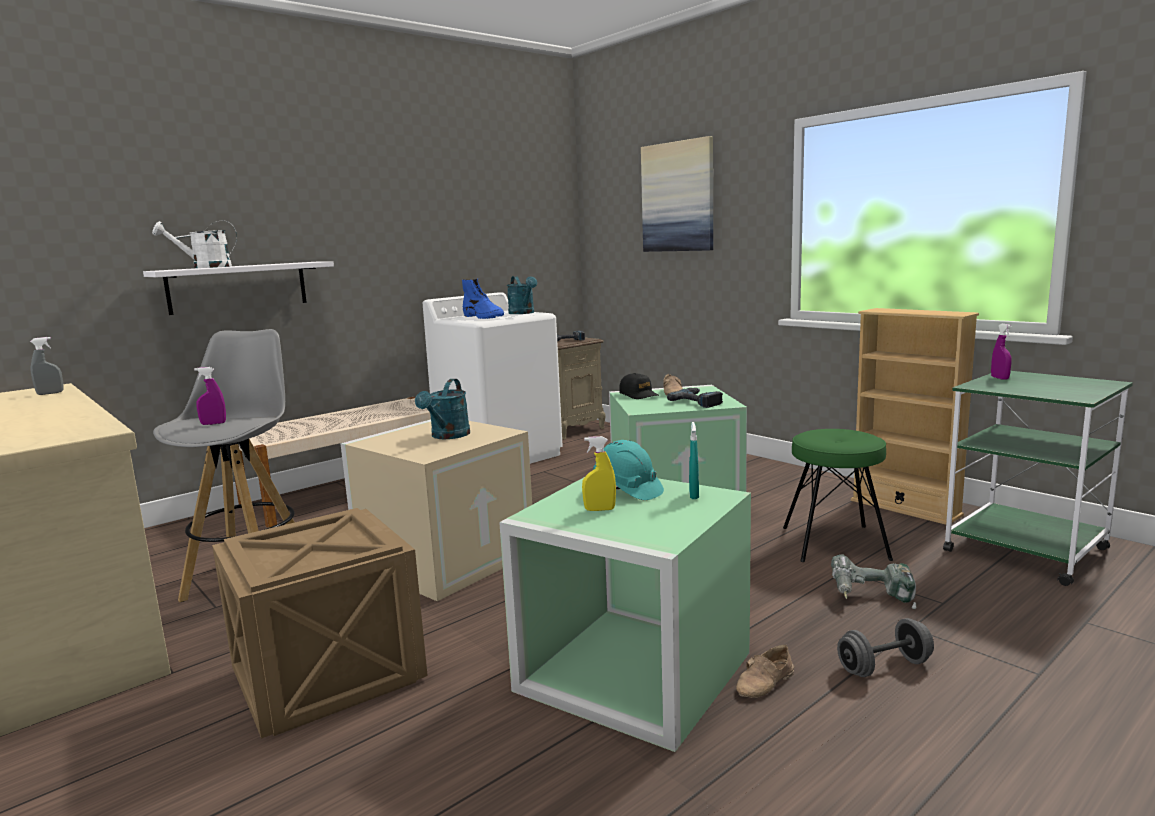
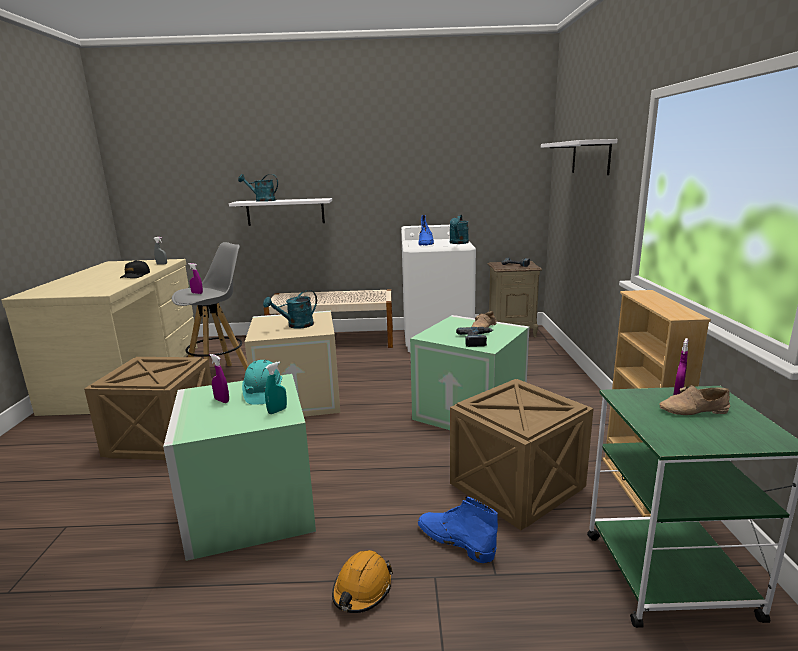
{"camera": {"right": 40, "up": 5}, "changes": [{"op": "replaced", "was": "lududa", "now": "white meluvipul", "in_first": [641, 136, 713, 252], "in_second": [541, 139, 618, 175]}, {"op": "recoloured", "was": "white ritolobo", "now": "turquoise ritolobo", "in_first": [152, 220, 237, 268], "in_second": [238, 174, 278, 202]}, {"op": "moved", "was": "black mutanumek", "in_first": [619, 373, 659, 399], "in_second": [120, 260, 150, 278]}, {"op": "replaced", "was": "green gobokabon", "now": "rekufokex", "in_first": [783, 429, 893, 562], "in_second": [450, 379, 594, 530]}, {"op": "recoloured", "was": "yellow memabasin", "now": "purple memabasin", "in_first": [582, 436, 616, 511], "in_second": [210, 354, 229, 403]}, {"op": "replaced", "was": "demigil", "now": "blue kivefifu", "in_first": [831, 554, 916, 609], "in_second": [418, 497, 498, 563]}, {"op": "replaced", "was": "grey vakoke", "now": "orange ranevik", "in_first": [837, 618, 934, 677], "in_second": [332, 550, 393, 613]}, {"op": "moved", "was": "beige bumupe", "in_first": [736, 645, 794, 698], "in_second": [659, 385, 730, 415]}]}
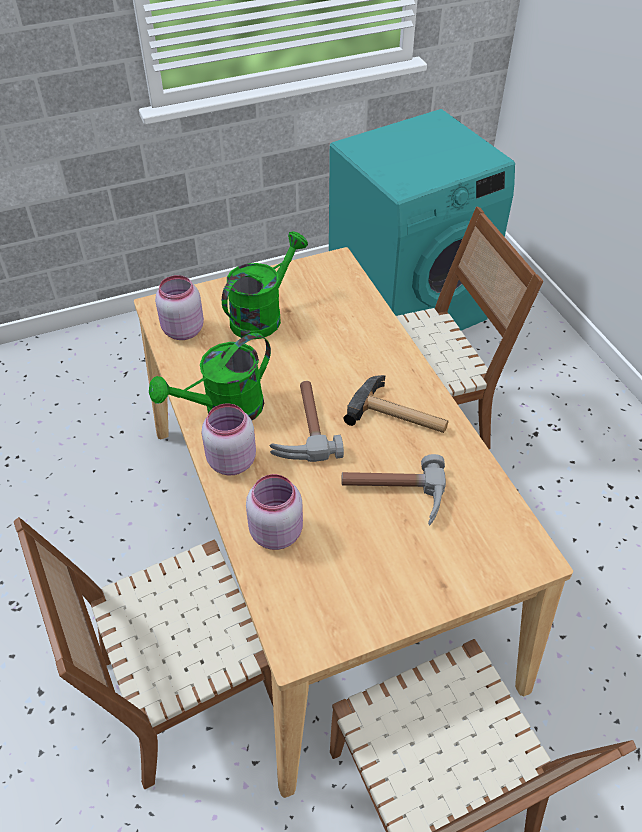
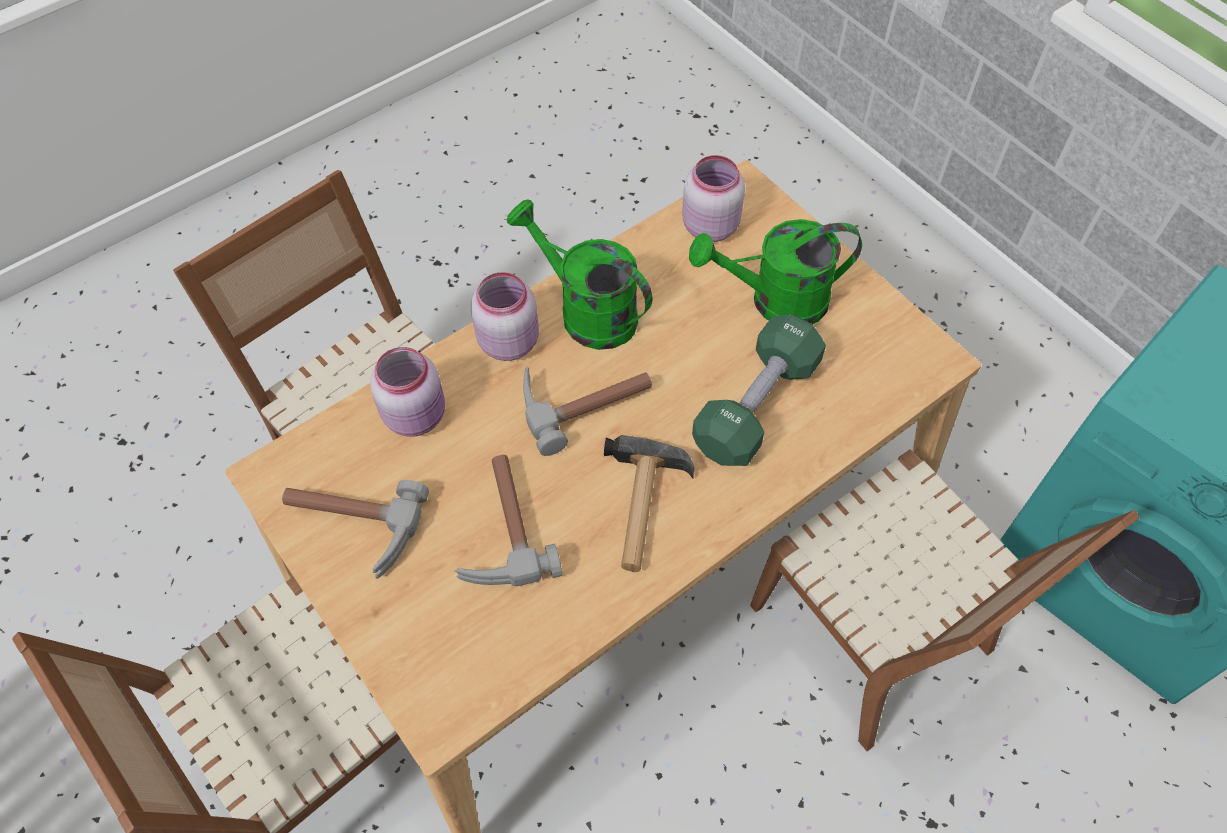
{"camera": {"right": 75, "up": 10}, "changes": [{"op": "turned", "was": "green ritolobo", "in_first": [222, 231, 308, 339], "in_second": [689, 219, 862, 324], "clockwise": 150}, {"op": "added", "now": "green vakoke", "in_second": [692, 314, 826, 466]}, {"op": "added", "now": "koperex", "in_second": [282, 480, 429, 578]}]}
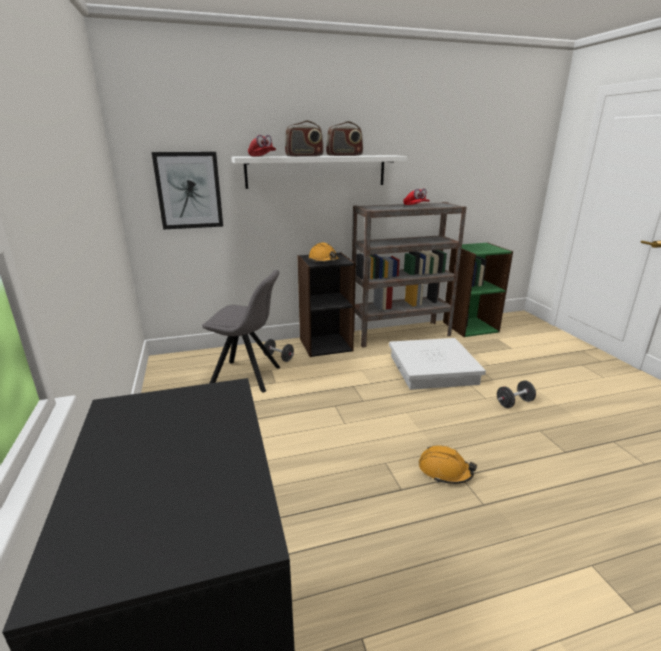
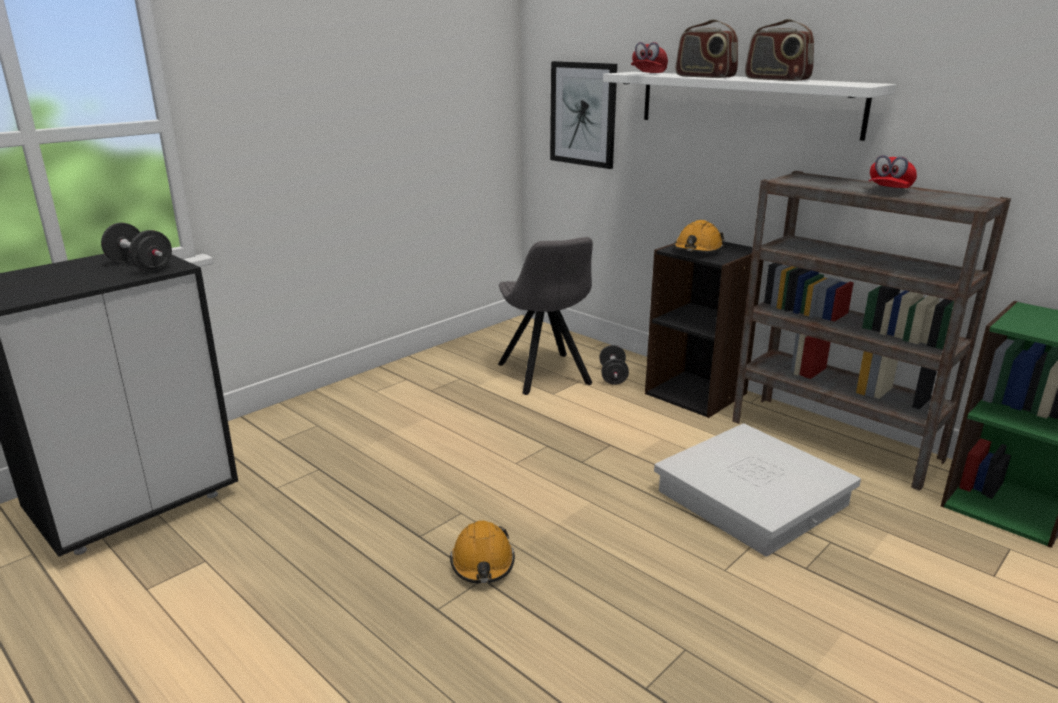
{"camera": {"right": 60, "up": 0}, "changes": [{"op": "moved", "was": "black vakoke", "in_first": [497, 381, 536, 408], "in_second": [101, 223, 172, 272]}]}
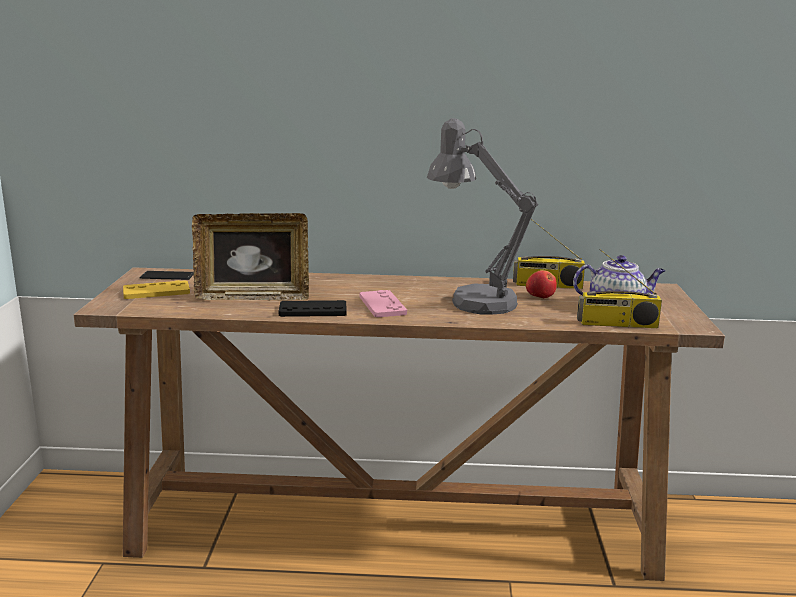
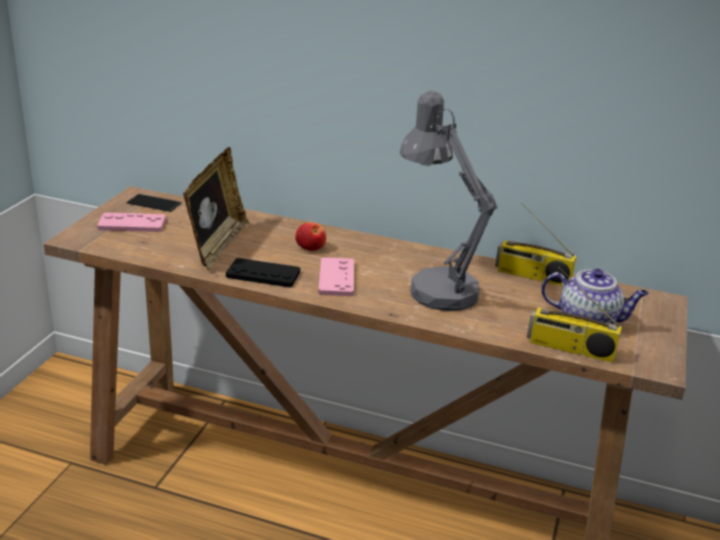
{"camera": {"right": 15, "up": 10}, "changes": [{"op": "turned", "was": "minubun", "in_first": [192, 213, 309, 301], "in_second": [183, 147, 249, 270], "clockwise": -90}, {"op": "moved", "was": "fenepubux", "in_first": [526, 270, 557, 298], "in_second": [295, 222, 326, 251]}, {"op": "recoloured", "was": "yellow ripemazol", "now": "pink ripemazol", "in_first": [123, 280, 190, 299], "in_second": [97, 212, 166, 232]}]}
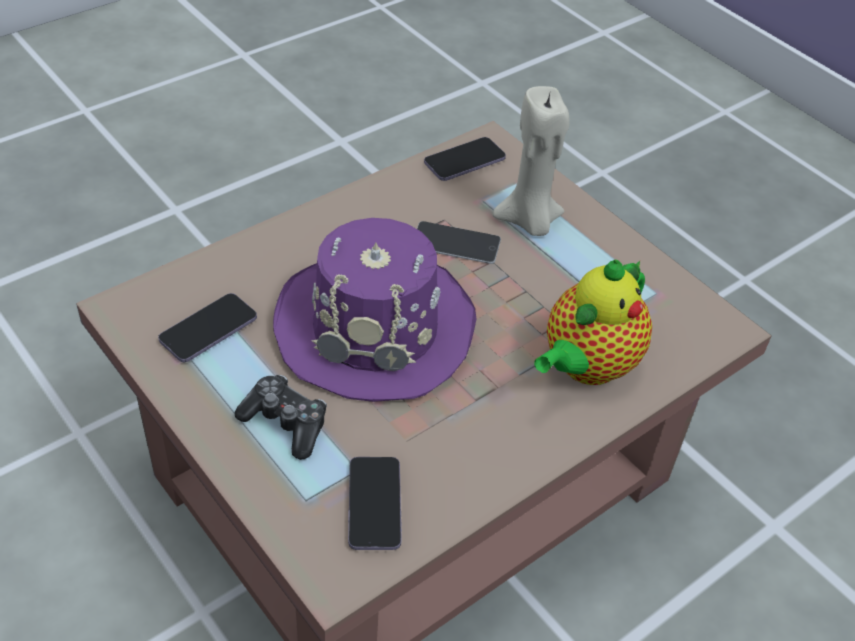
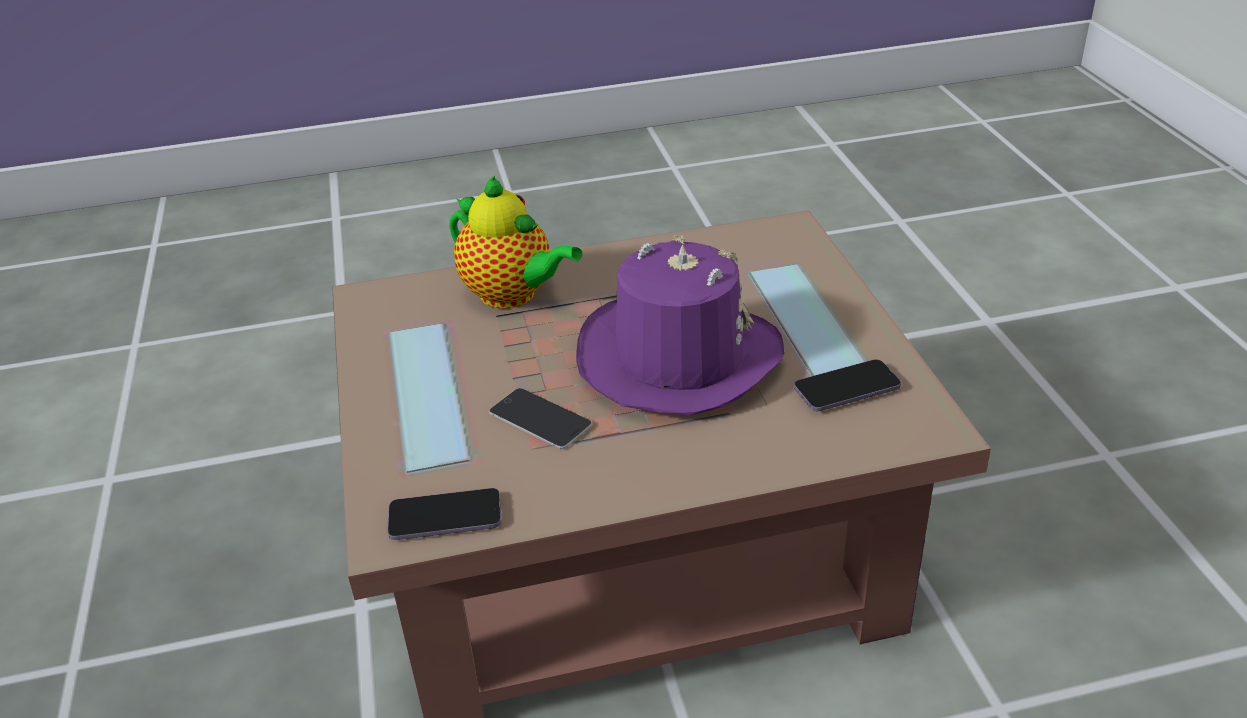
{"camera": {"right": -150, "up": -10}, "changes": [{"op": "removed", "was": "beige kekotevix", "in_first": [493, 86, 570, 236]}, {"op": "turned", "was": "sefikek", "in_first": [534, 260, 652, 385], "in_second": [449, 176, 582, 309], "clockwise": 60}, {"op": "removed", "was": "ripemazol", "in_first": [235, 375, 327, 460]}, {"op": "removed", "was": "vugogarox", "in_first": [348, 457, 402, 550]}]}
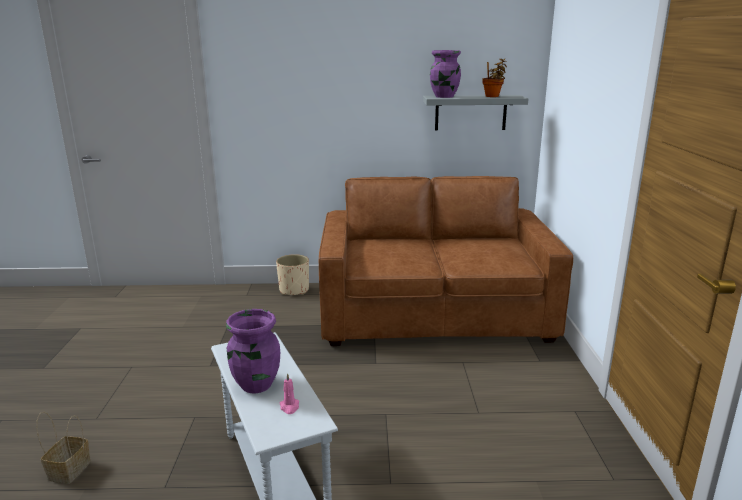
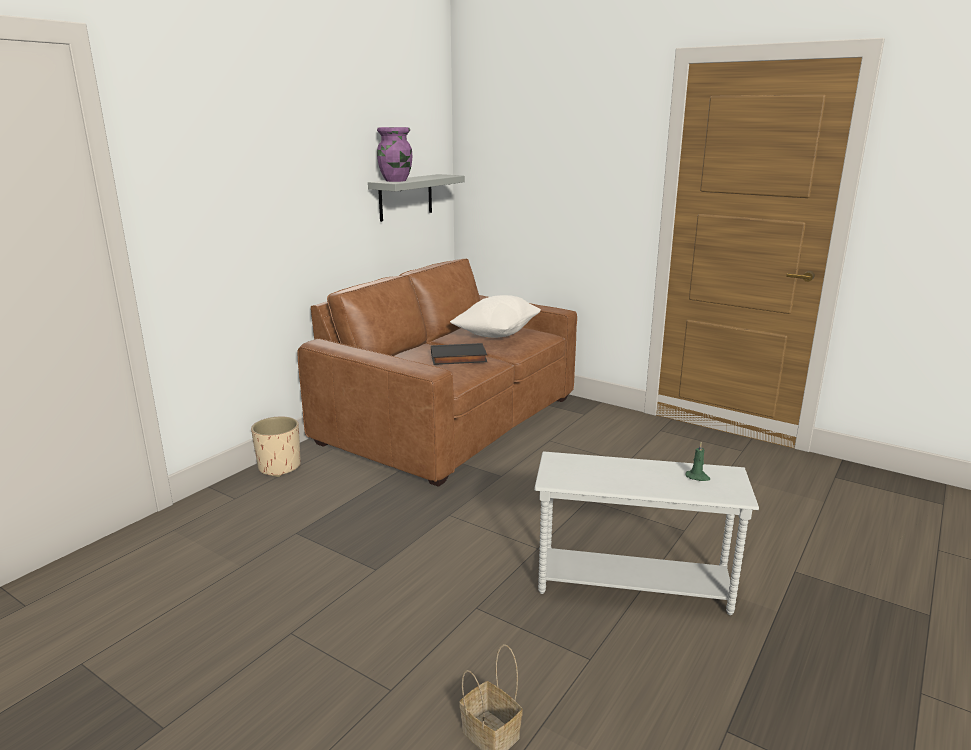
{"camera": {"right": -55, "up": 0}, "changes": [{"op": "removed", "was": "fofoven", "in_first": [482, 58, 507, 97]}, {"op": "removed", "was": "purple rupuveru", "in_first": [226, 309, 280, 393]}, {"op": "recoloured", "was": "pink kekotevix", "now": "green kekotevix", "in_first": [280, 373, 299, 414], "in_second": [685, 443, 710, 481]}, {"op": "added", "now": "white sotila", "in_second": [450, 295, 541, 338]}, {"op": "added", "now": "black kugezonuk", "in_second": [431, 343, 487, 365]}]}
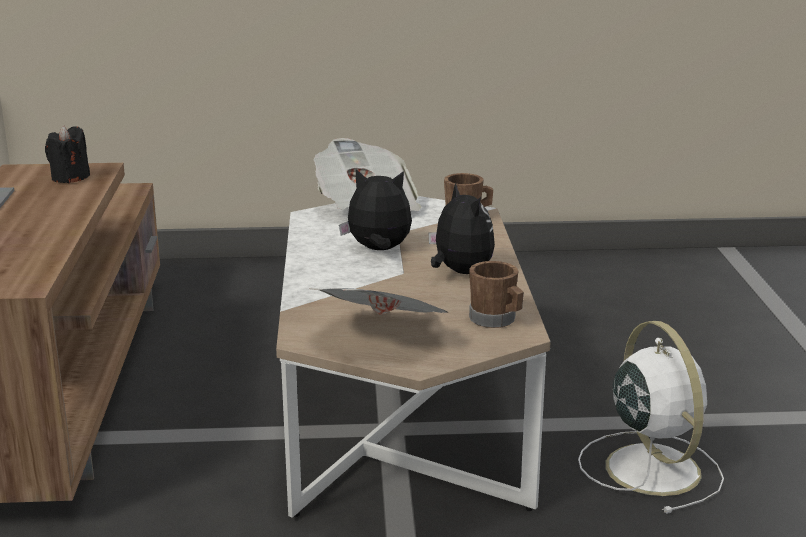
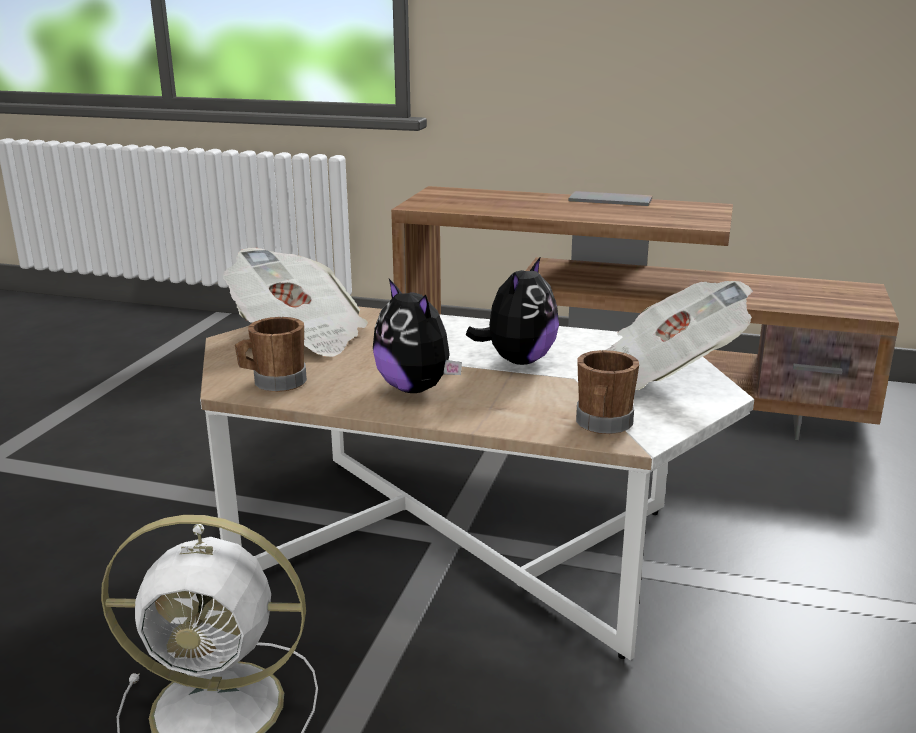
{"camera": {"right": 110, "up": 0}, "changes": [{"op": "removed", "was": "black kekotevix", "in_first": [45, 125, 90, 183]}, {"op": "turned", "was": "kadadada", "in_first": [429, 183, 495, 274], "in_second": [373, 279, 462, 393], "clockwise": 60}]}
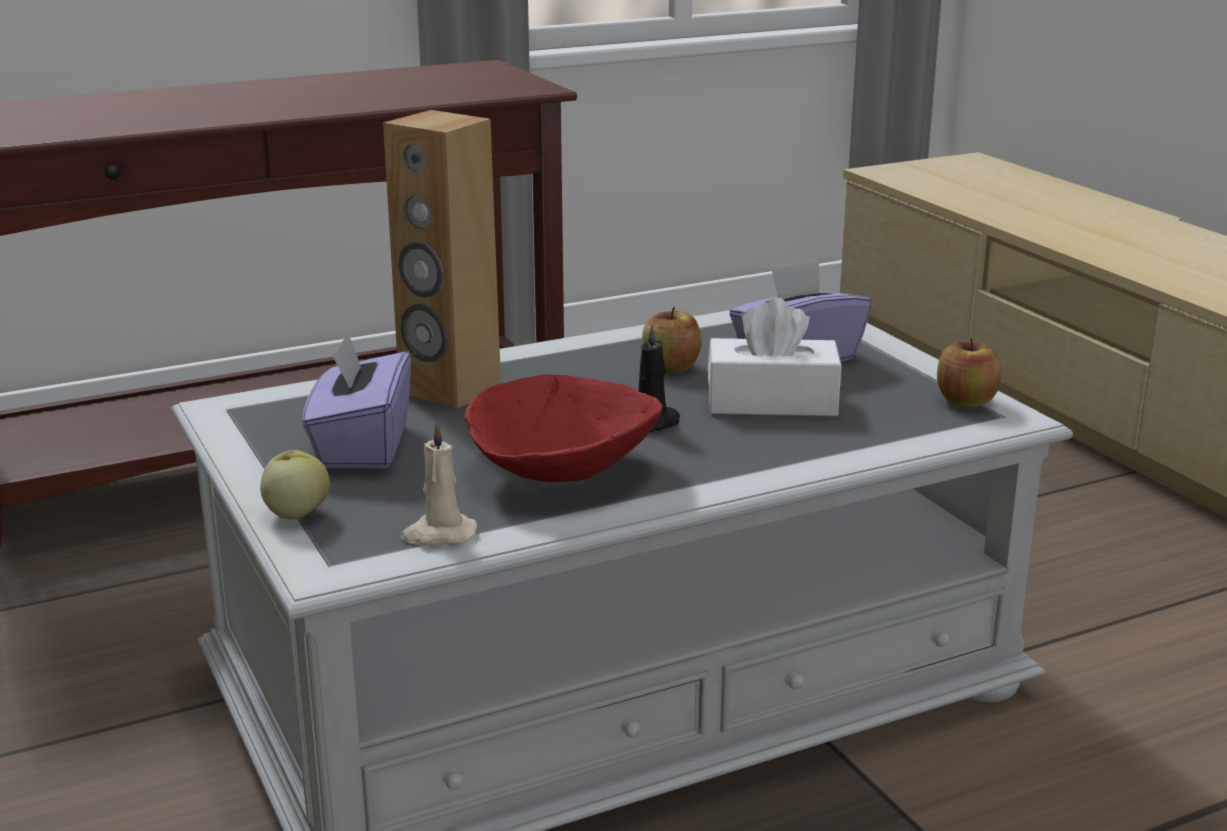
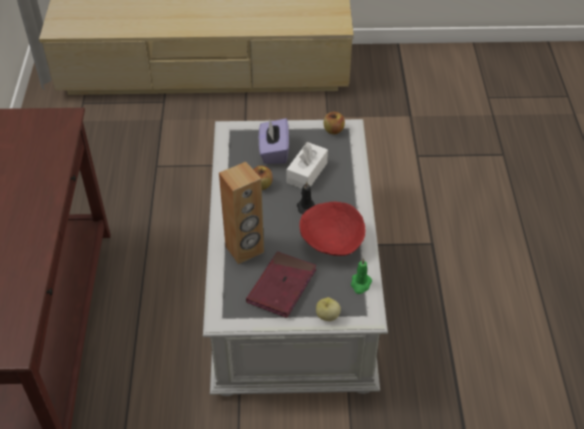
{"camera": {"right": -65, "up": 25}, "changes": [{"op": "replaced", "was": "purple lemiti", "now": "red kugezonuk", "in_first": [302, 332, 411, 468], "in_second": [246, 252, 316, 318]}, {"op": "recoloured", "was": "beige kekotevix", "now": "green kekotevix", "in_first": [400, 420, 477, 546], "in_second": [351, 258, 372, 294]}]}
